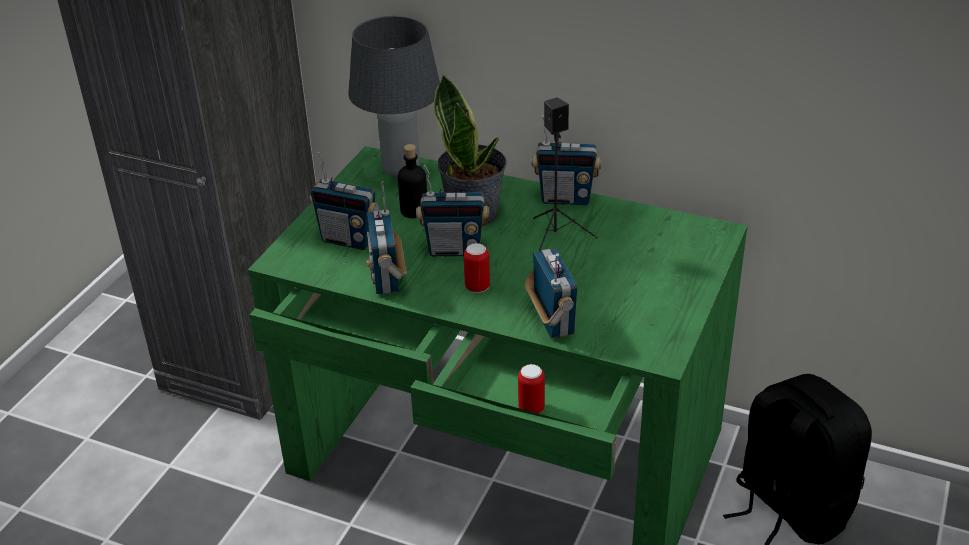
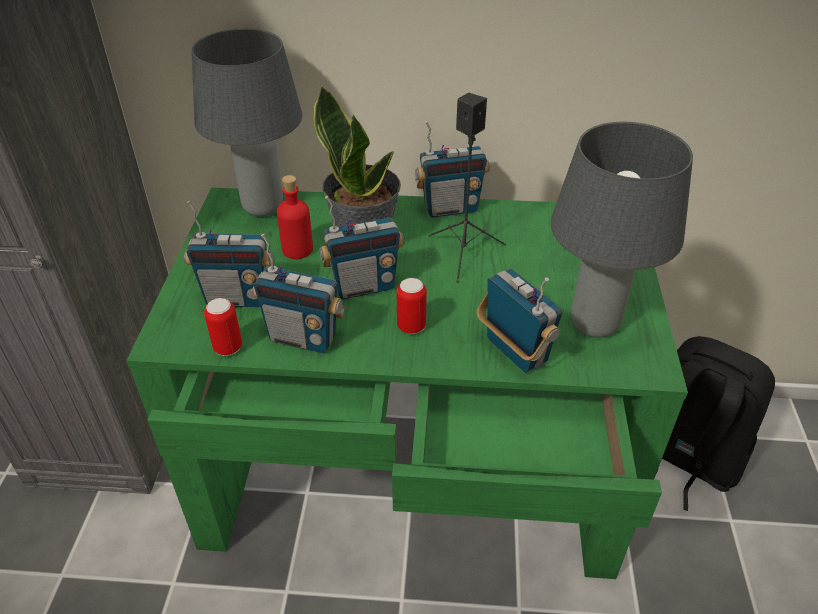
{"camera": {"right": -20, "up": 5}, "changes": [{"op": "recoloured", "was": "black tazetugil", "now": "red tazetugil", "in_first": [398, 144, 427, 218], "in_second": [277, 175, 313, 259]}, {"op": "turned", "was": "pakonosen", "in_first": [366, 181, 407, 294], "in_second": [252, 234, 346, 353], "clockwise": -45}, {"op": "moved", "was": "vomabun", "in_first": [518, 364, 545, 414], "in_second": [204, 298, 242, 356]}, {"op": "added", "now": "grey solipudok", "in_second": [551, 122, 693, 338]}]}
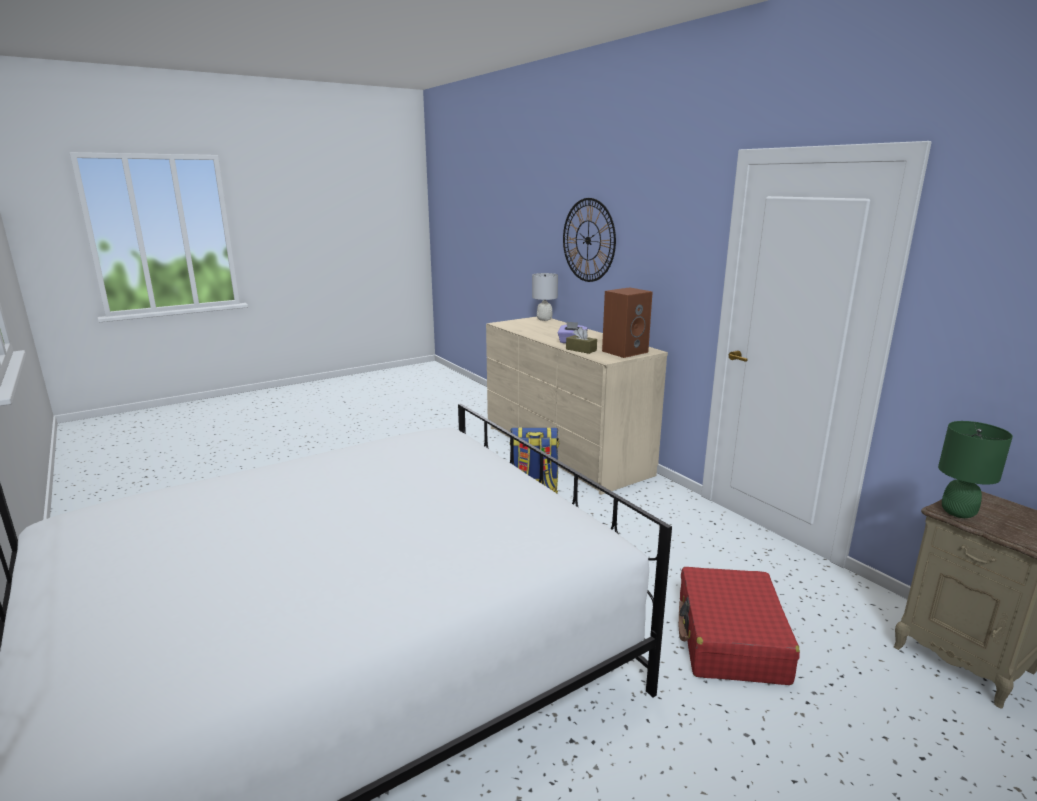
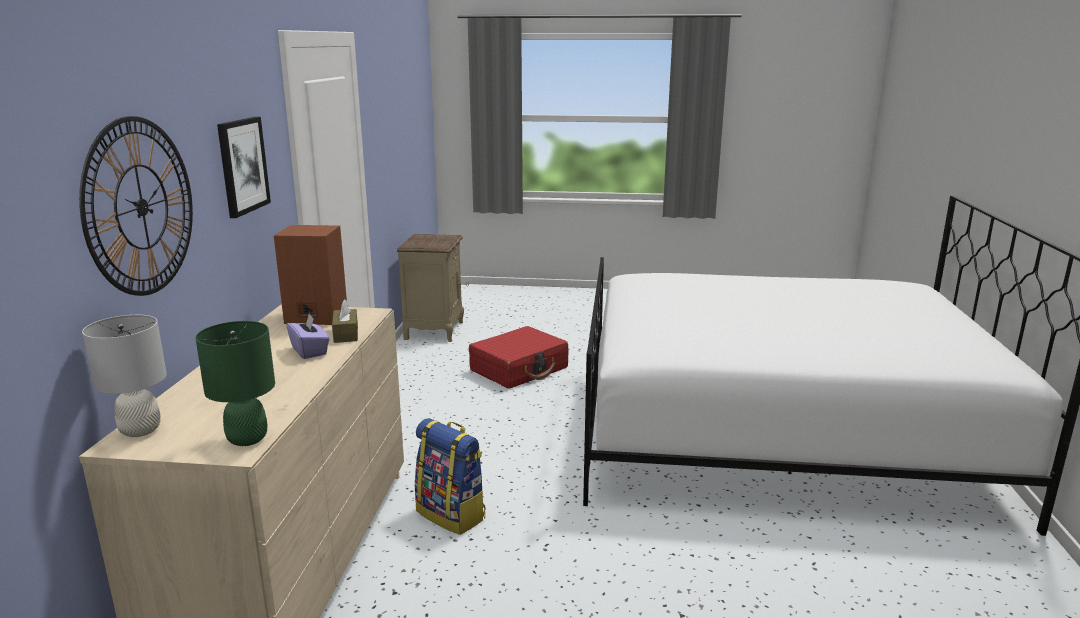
{"camera": {"right": -140, "up": 0}, "changes": [{"op": "moved", "was": "green solipudok", "in_first": [938, 421, 1013, 518], "in_second": [195, 321, 275, 446]}, {"op": "added", "now": "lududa", "in_second": [217, 117, 271, 218]}]}
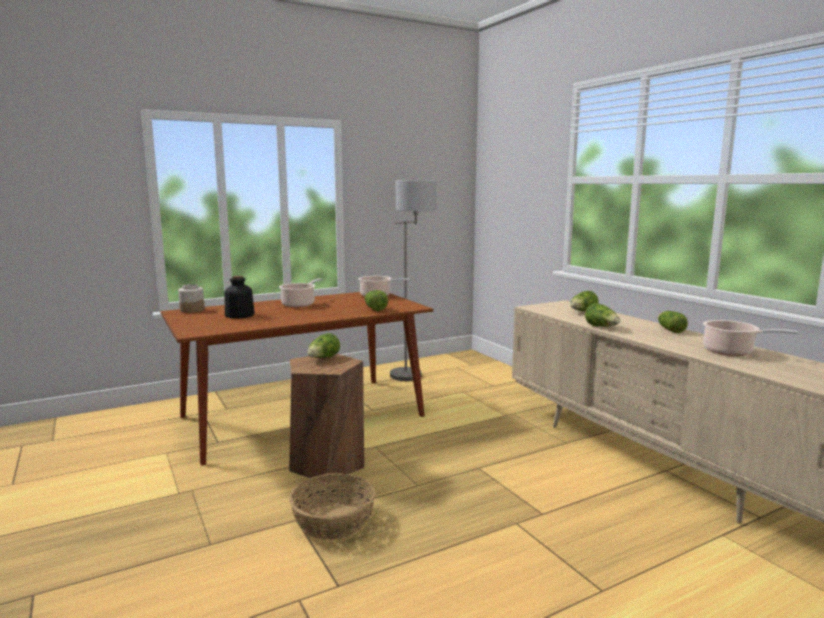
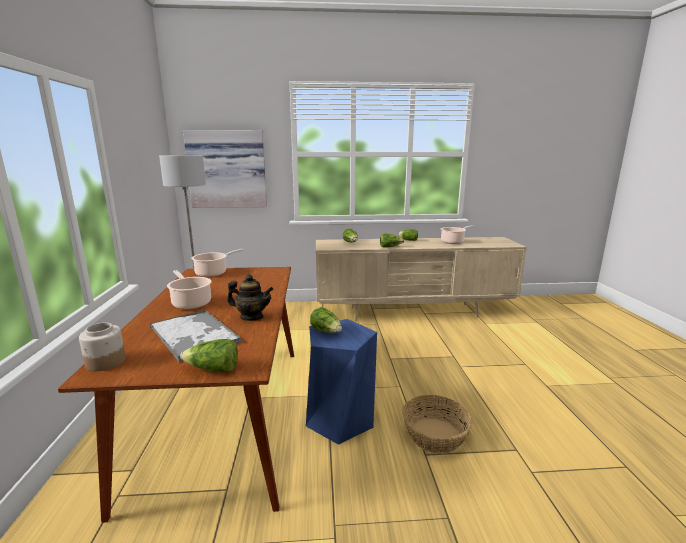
{"camera": {"right": -65, "up": 5}, "changes": [{"op": "replaced", "was": "tazetugil", "now": "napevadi", "in_first": [224, 276, 255, 318], "in_second": [150, 310, 241, 362]}, {"op": "moved", "was": "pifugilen", "in_first": [365, 290, 388, 311], "in_second": [180, 339, 238, 372]}, {"op": "recoloured", "was": "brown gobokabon", "now": "blue gobokabon", "in_first": [289, 354, 364, 482], "in_second": [306, 319, 377, 445]}, {"op": "added", "now": "lududa", "in_second": [183, 130, 267, 208]}, {"op": "added", "now": "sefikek", "in_second": [227, 274, 274, 321]}]}
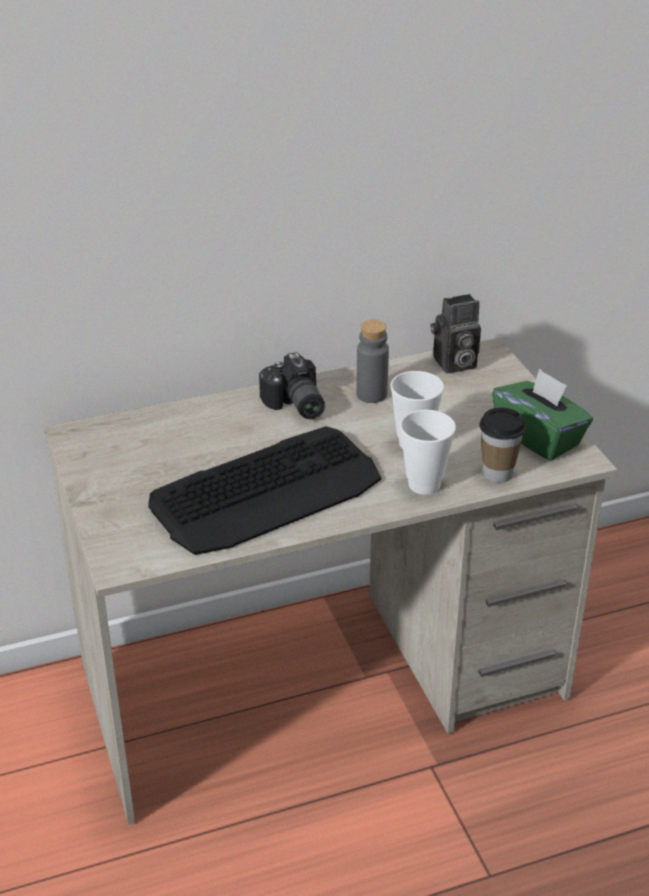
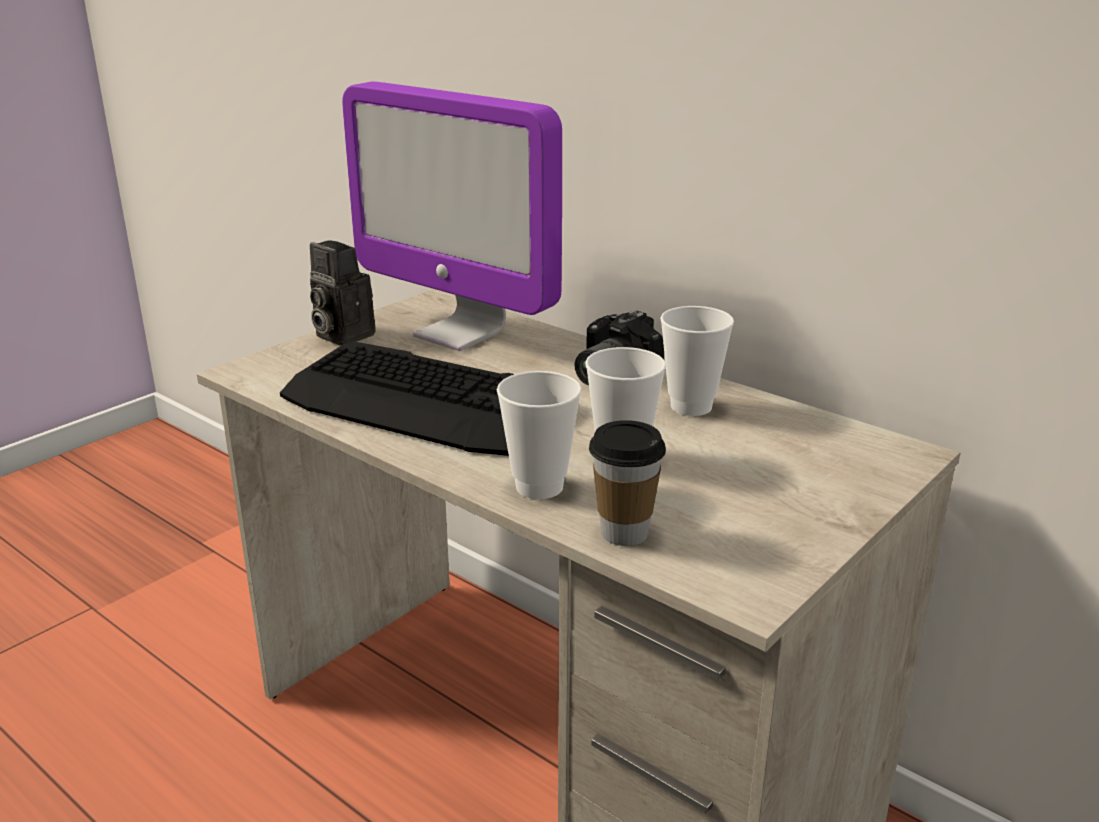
{"camera": {"right": 60, "up": -10}, "changes": [{"op": "moved", "was": "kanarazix", "in_first": [431, 294, 481, 373], "in_second": [310, 240, 375, 346]}, {"op": "replaced", "was": "grey tazetugil", "now": "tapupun", "in_first": [356, 320, 389, 403], "in_second": [660, 306, 734, 416]}, {"op": "removed", "was": "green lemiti", "in_first": [492, 368, 593, 461]}, {"op": "added", "now": "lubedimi", "in_second": [342, 81, 562, 351]}]}
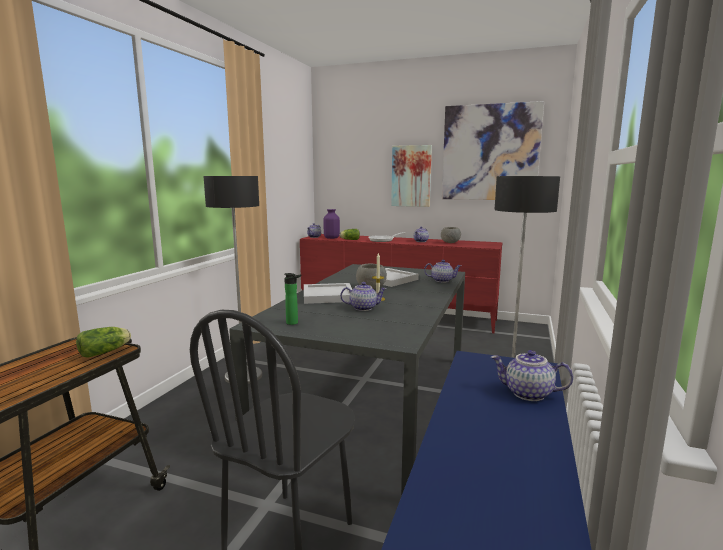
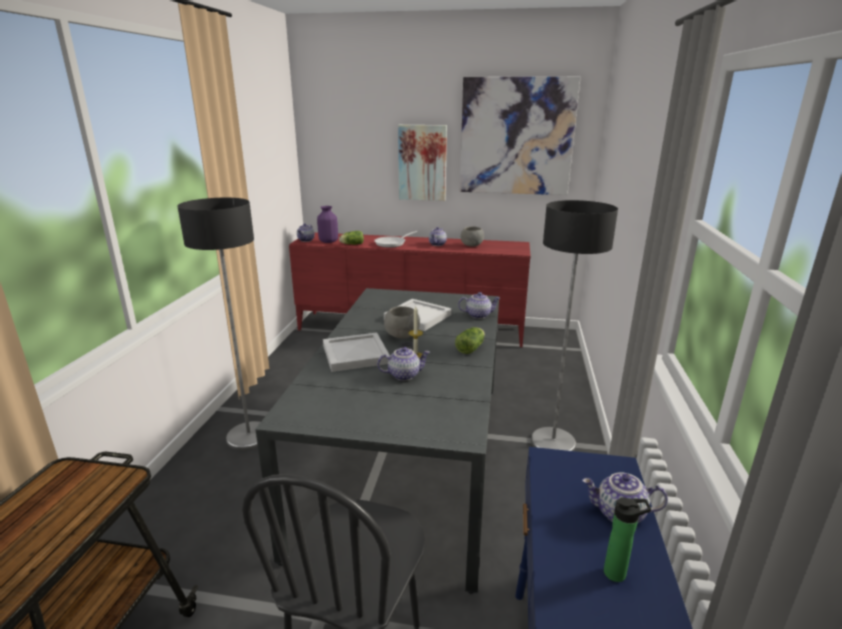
{"camera": {"right": -10, "up": 10}, "changes": [{"op": "moved", "was": "tazetugil", "in_first": [284, 273, 302, 325], "in_second": [604, 497, 651, 582]}, {"op": "moved", "was": "pifugilen", "in_first": [76, 327, 131, 358], "in_second": [455, 327, 485, 354]}]}
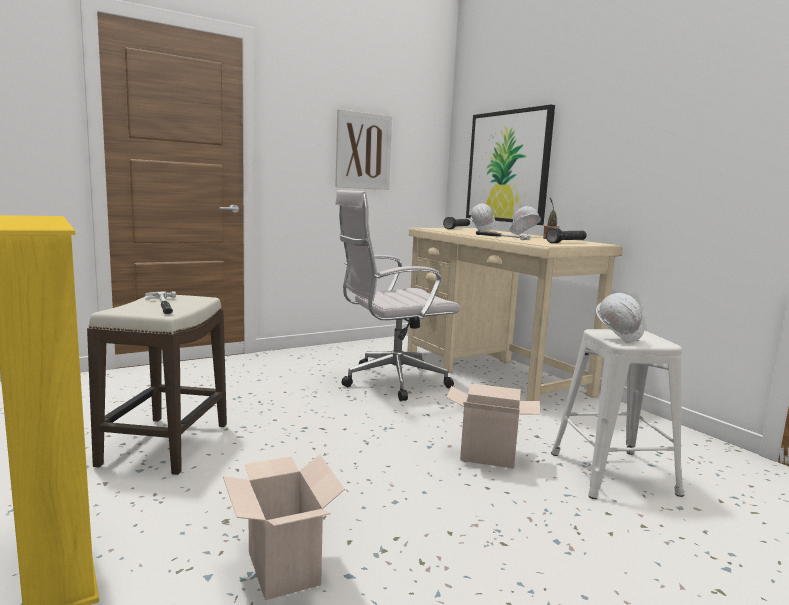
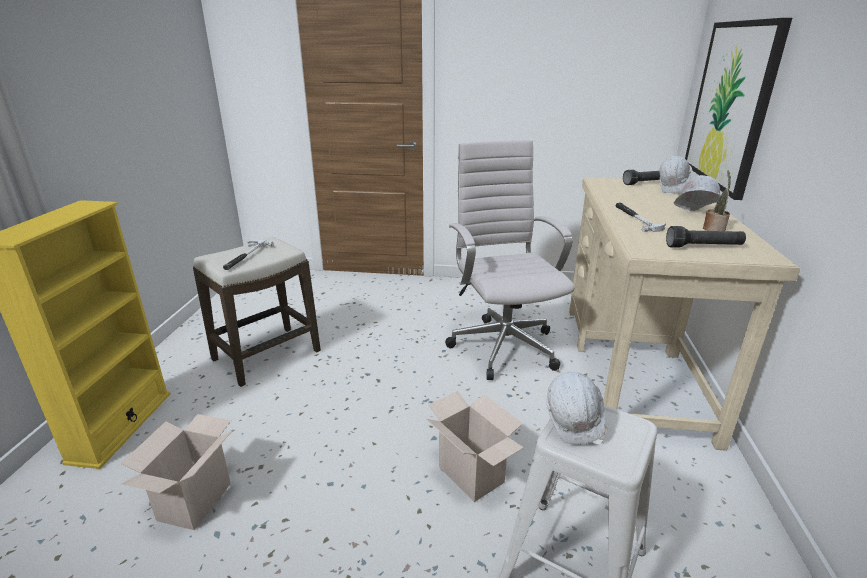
{"camera": {"right": 40, "up": 15}, "changes": [{"op": "removed", "was": "lududa", "in_first": [335, 109, 392, 190]}, {"op": "turned", "was": "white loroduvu", "in_first": [335, 190, 461, 401], "in_second": [445, 140, 574, 380], "clockwise": 60}]}
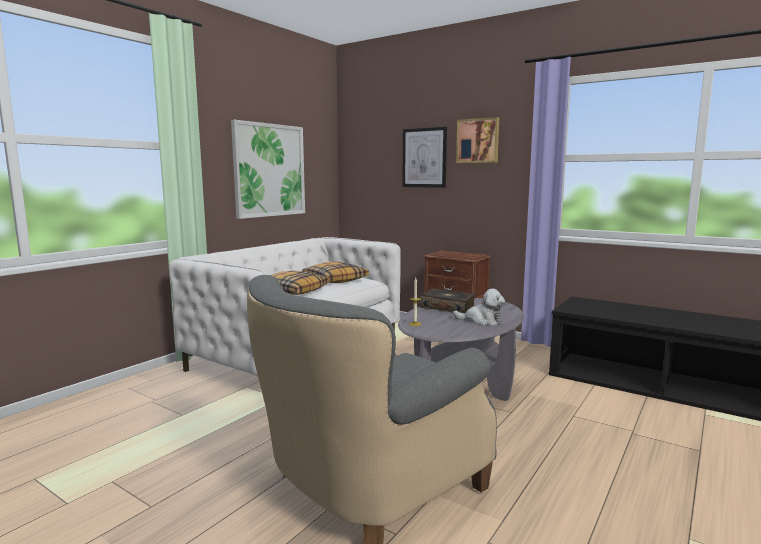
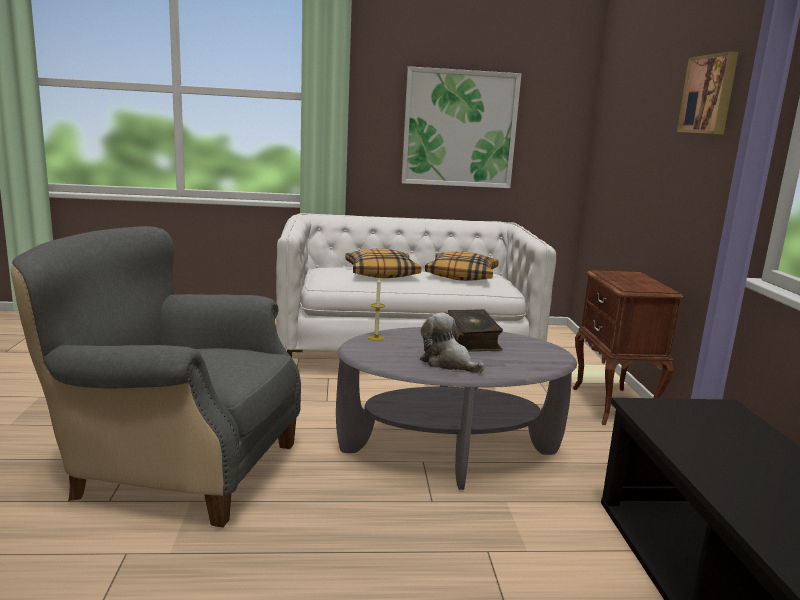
{"camera": {"right": 50, "up": 5}, "changes": [{"op": "removed", "was": "lududa", "in_first": [402, 127, 447, 188]}, {"op": "turned", "was": "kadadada", "in_first": [453, 288, 505, 325], "in_second": [420, 312, 485, 373], "clockwise": 150}]}
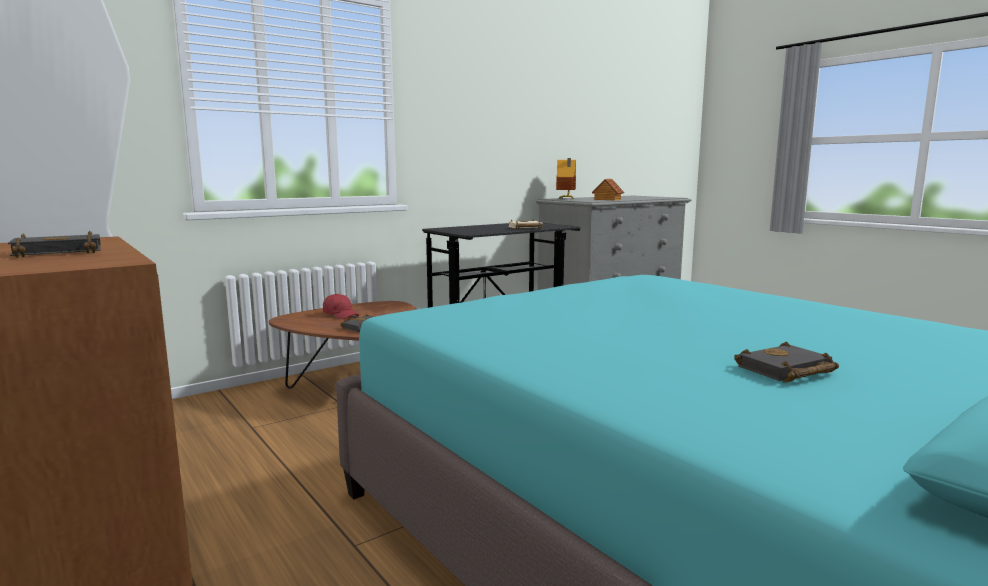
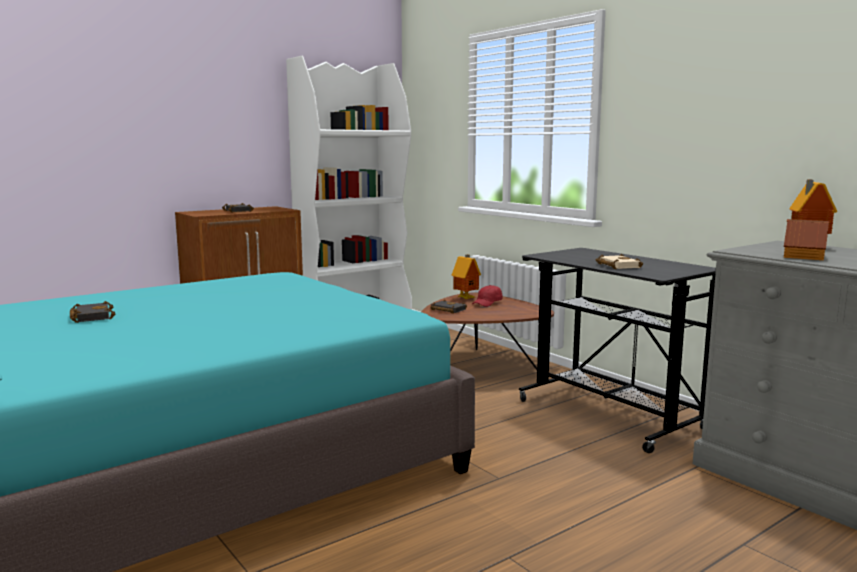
{"camera": {"right": 90, "up": 0}, "changes": [{"op": "added", "now": "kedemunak", "in_second": [452, 254, 481, 299]}]}
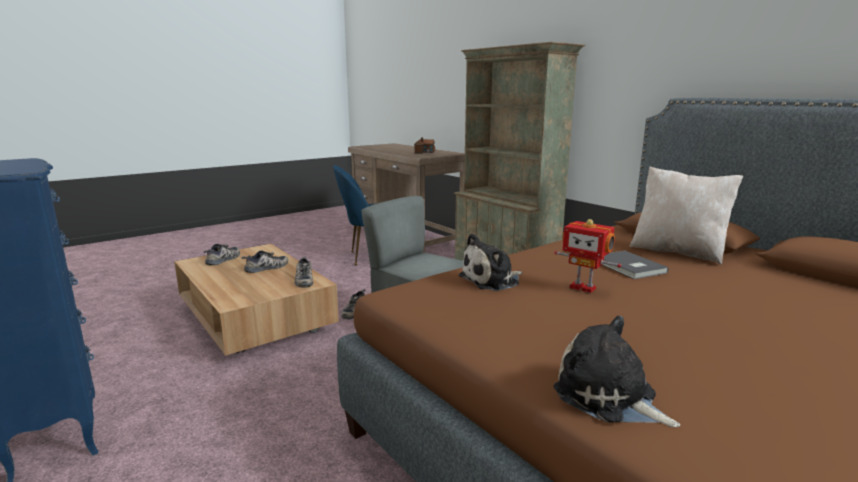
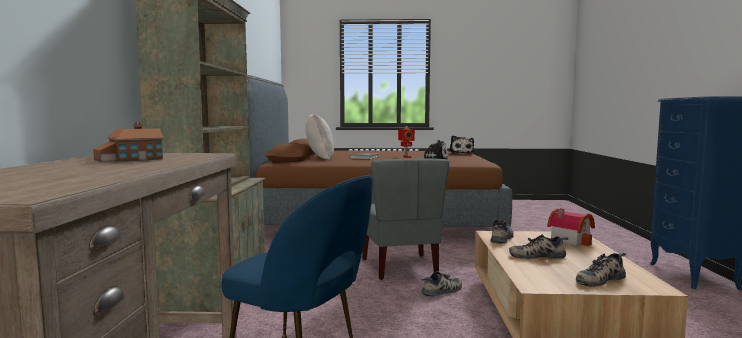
{"camera": {"right": -140, "up": -10}, "changes": [{"op": "added", "now": "kedemunak", "in_second": [547, 208, 595, 246]}]}
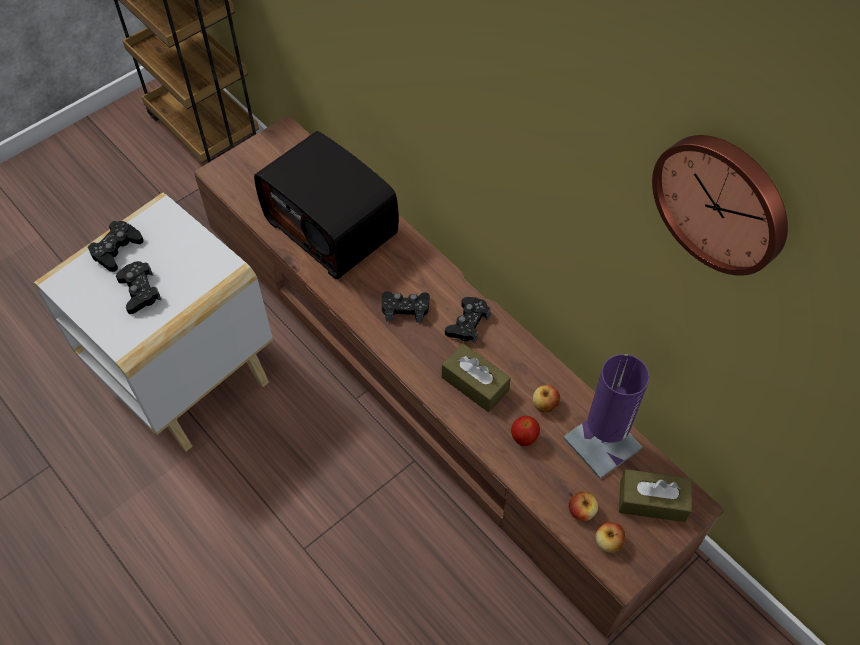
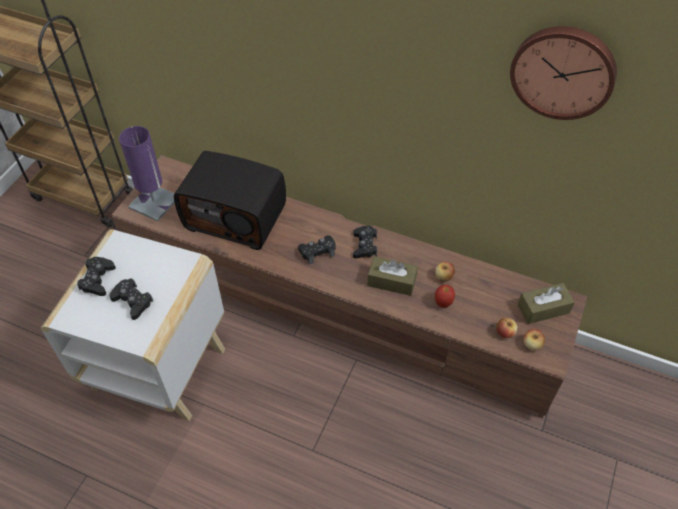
{"camera": {"right": -25, "up": -5}, "changes": [{"op": "moved", "was": "purple solipudok", "in_first": [563, 354, 650, 479], "in_second": [119, 126, 175, 221]}]}
